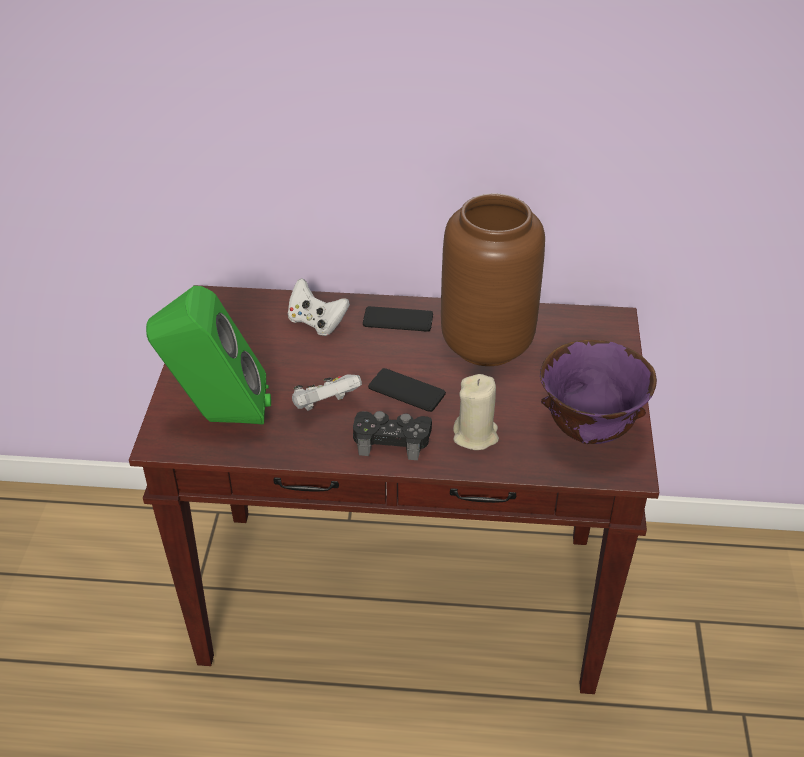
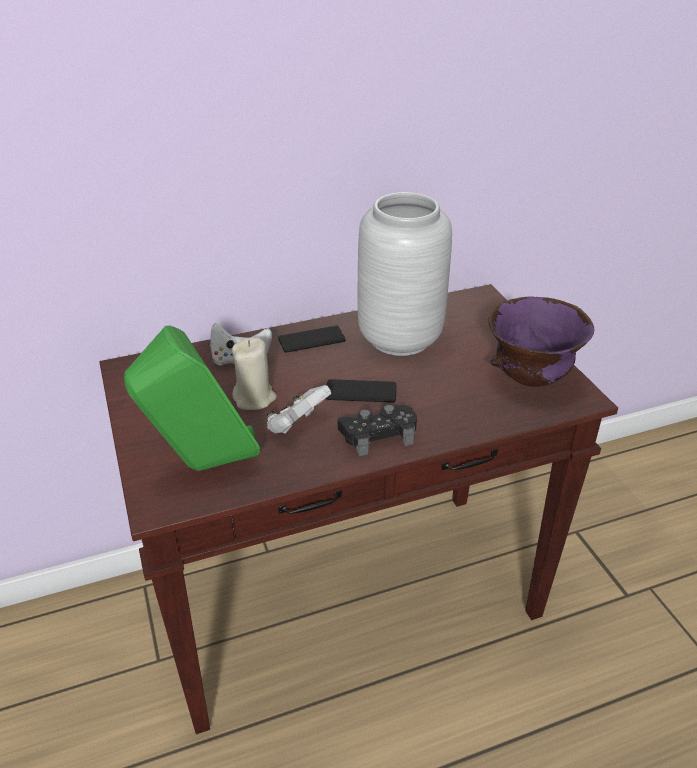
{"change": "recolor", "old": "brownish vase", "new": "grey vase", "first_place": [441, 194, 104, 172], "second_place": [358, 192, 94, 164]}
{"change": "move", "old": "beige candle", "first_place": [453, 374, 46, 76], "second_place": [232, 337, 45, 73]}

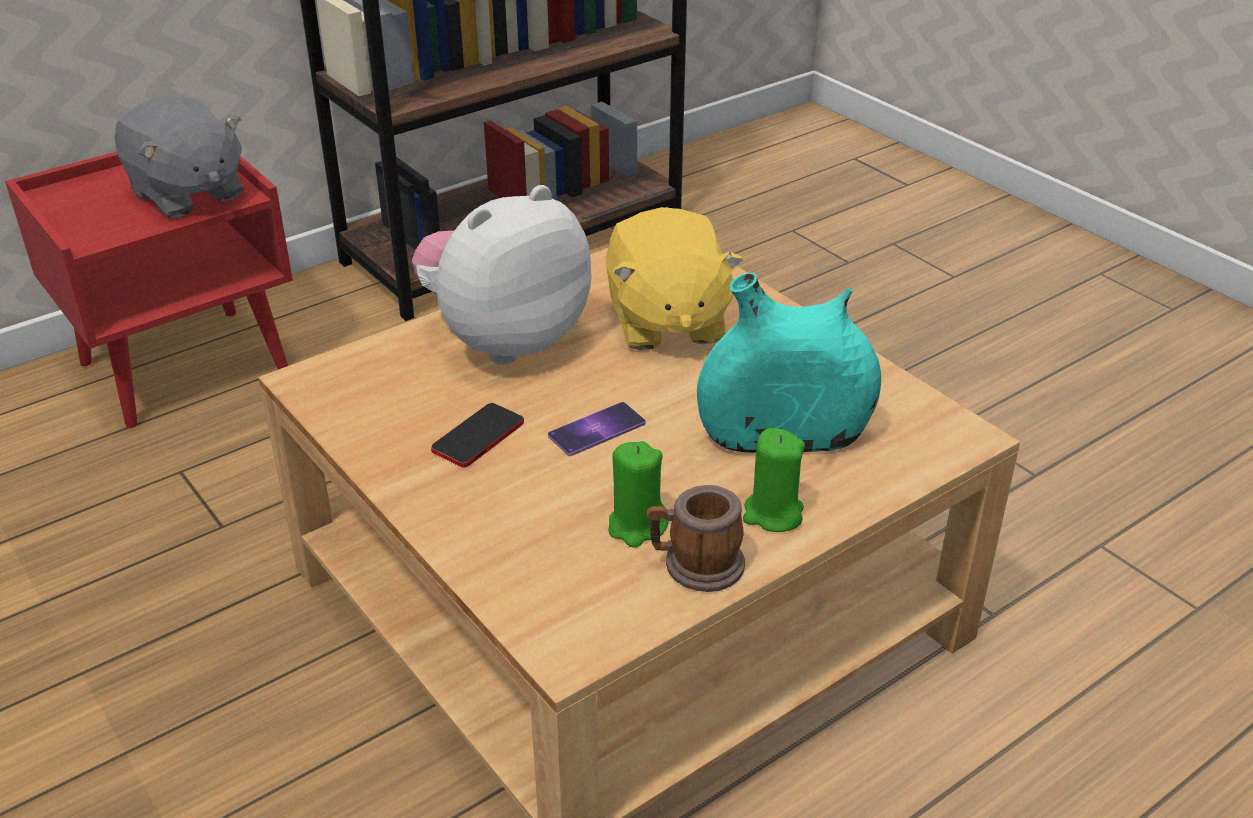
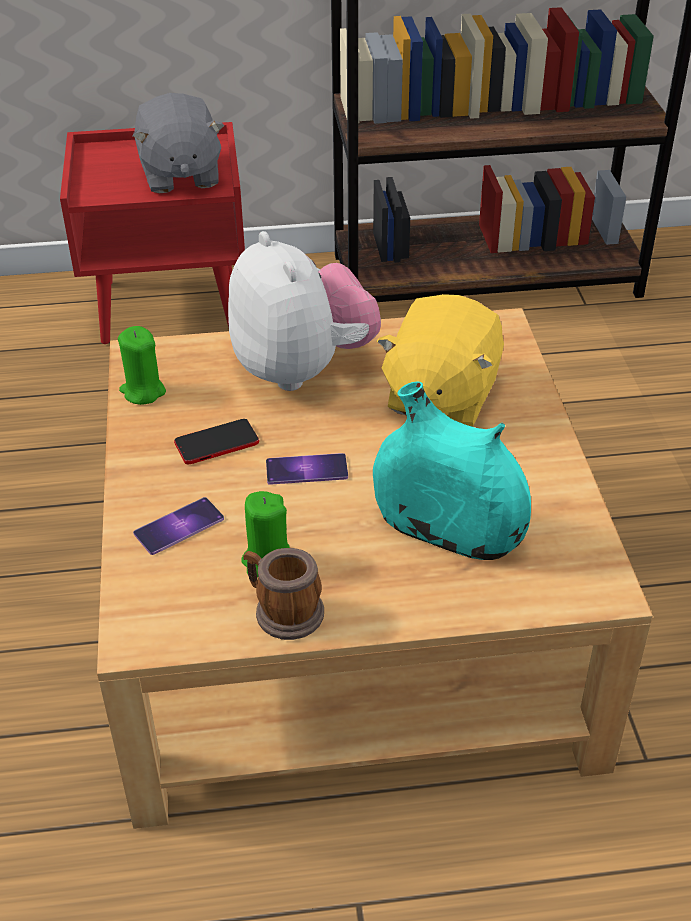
{"change": "rotate", "old": "cuddly toy", "first_place": [412, 185, 179, 180], "second_place": [228, 231, 153, 160], "degrees": 75}
{"change": "move", "old": "green candle", "first_place": [743, 428, 62, 104], "second_place": [118, 326, 48, 79]}
{"change": "insert", "new": "handset", "second_place": [133, 497, 91, 58]}

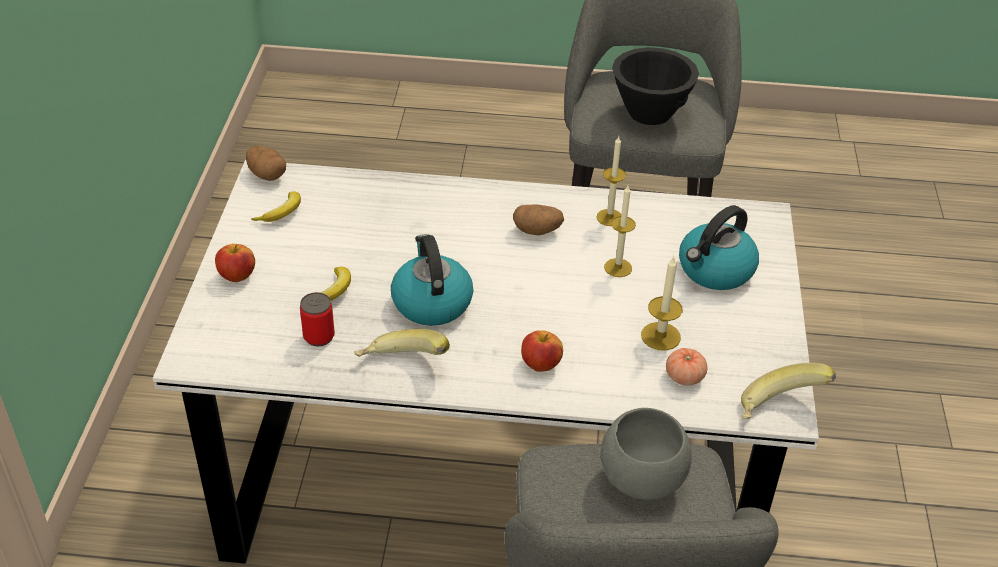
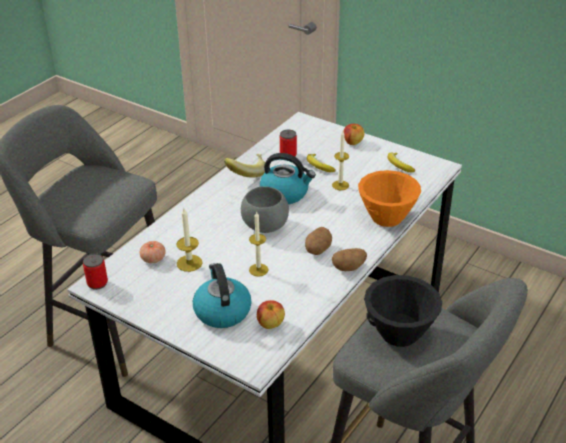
{"change": "move", "old": "candle", "first_place": [597, 137, 29, 89], "second_place": [332, 131, 17, 59]}
{"change": "move", "old": "potato", "first_place": [246, 146, 40, 35], "second_place": [332, 248, 35, 23]}
{"change": "move", "old": "apple", "first_place": [521, 330, 42, 42], "second_place": [257, 300, 28, 29]}
{"change": "replace", "old": "banana fruit", "new": "can", "first_place": [741, 363, 95, 56], "second_place": [83, 253, 25, 37]}
{"change": "move", "old": "grey bowl", "first_place": [601, 408, 91, 92], "second_place": [241, 186, 48, 47]}
{"change": "insert", "new": "orange-coloured bowl", "second_place": [358, 170, 63, 57]}

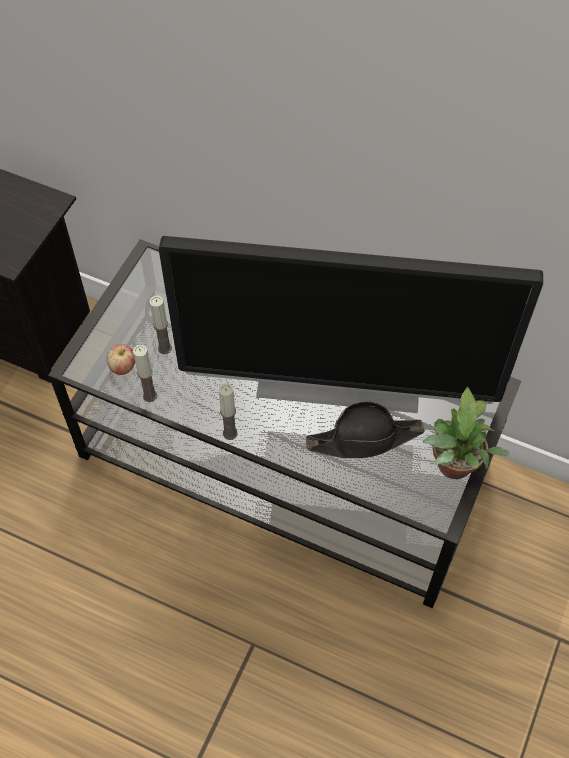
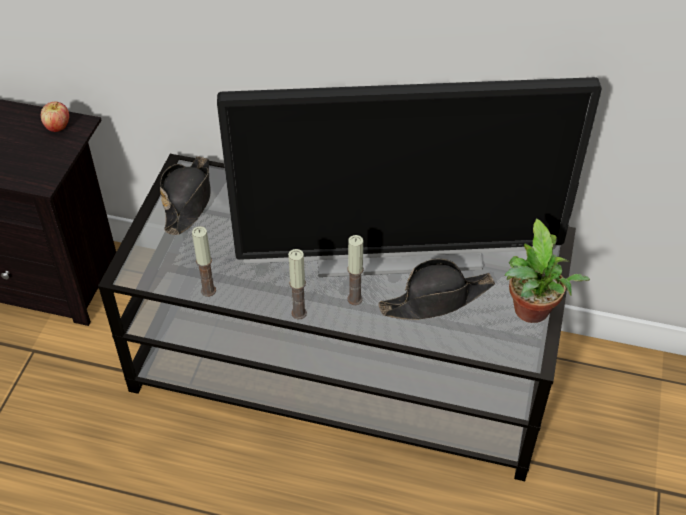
{"change": "move", "old": "candle", "first_place": [149, 295, 23, 59], "second_place": [347, 235, 17, 70]}
{"change": "move", "old": "apple", "first_place": [107, 344, 28, 31], "second_place": [41, 101, 28, 31]}
{"change": "insert", "new": "blackish clothing hat", "second_place": [160, 156, 51, 79]}

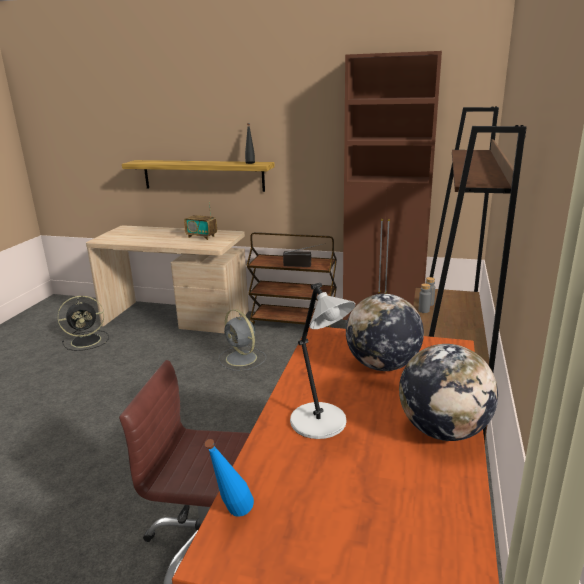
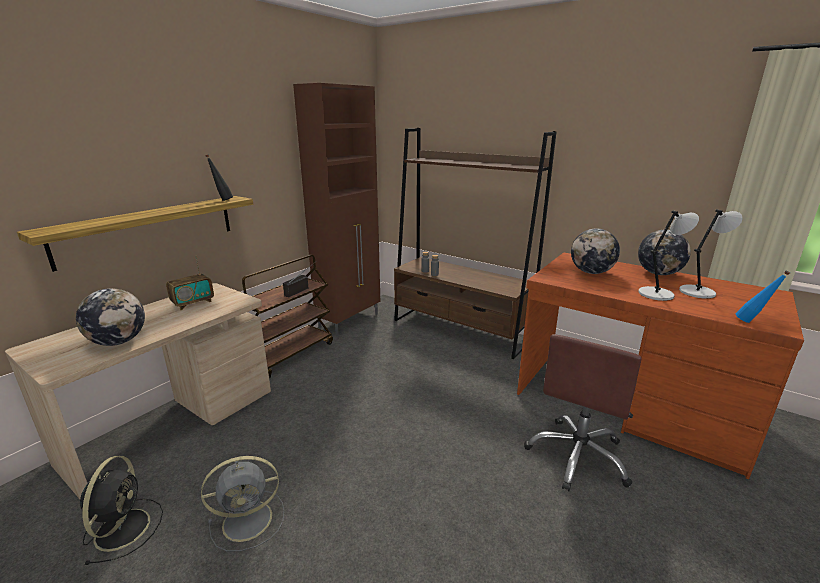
{"change": "move", "old": "grey fan", "first_place": [218, 309, 48, 62], "second_place": [201, 456, 83, 95]}
{"change": "insert", "new": "grey table lamp", "second_place": [679, 209, 64, 90]}
{"change": "insert", "new": "globe", "second_place": [76, 288, 69, 58]}

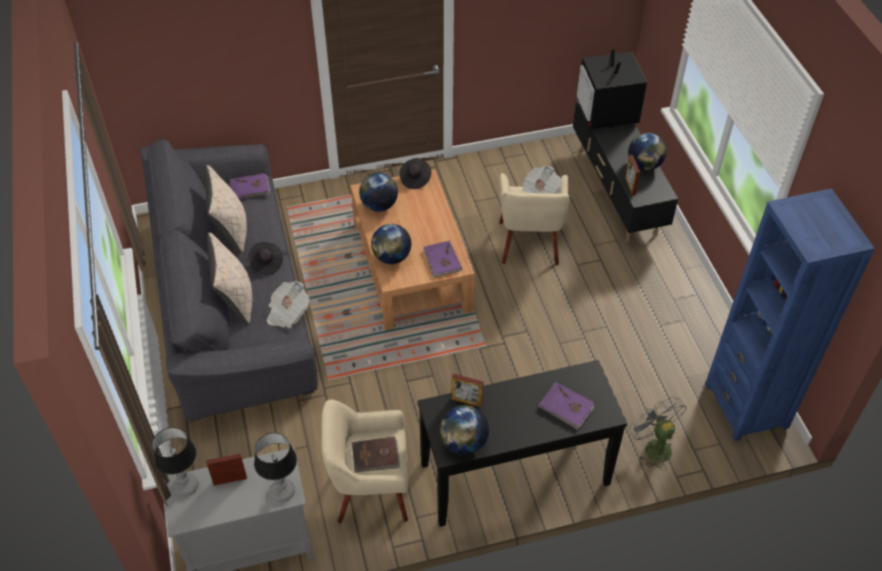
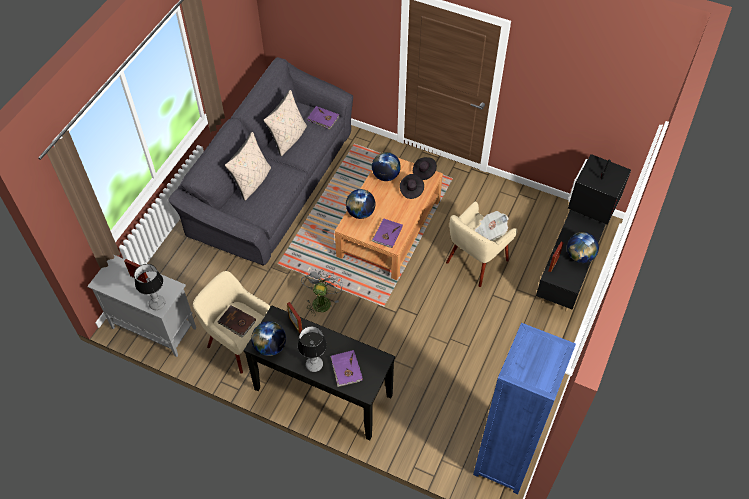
{"change": "move", "old": "blackish clothing hat", "first_place": [249, 242, 34, 33], "second_place": [400, 174, 24, 25]}
{"change": "delete", "old": "daily paper", "first_place": [267, 281, 42, 48]}
{"change": "move", "old": "grey fan", "first_place": [629, 396, 58, 74], "second_place": [301, 269, 42, 47]}
{"change": "move", "old": "table lamp", "first_place": [152, 427, 47, 69], "second_place": [297, 326, 30, 46]}

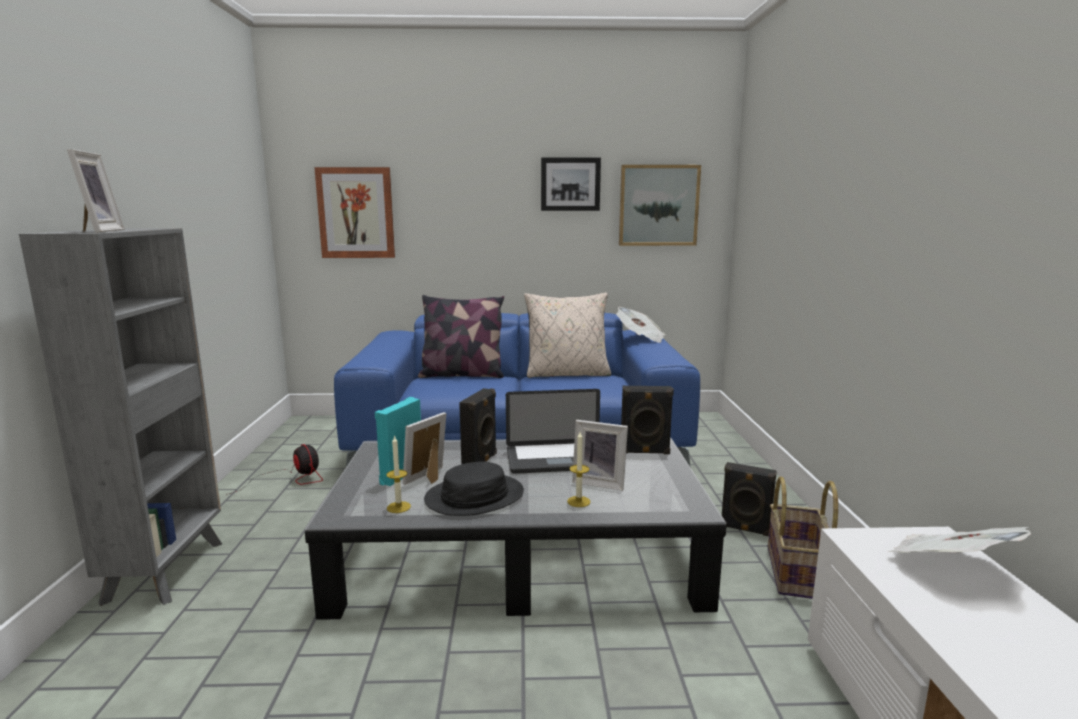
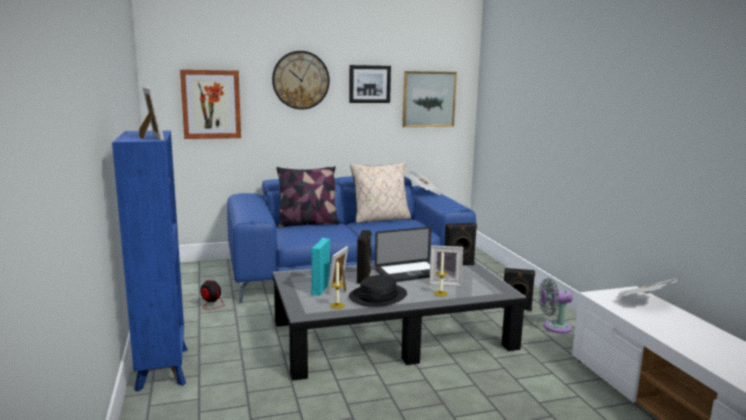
{"change": "recolor", "old": "grey bookcase", "new": "blue bookcase", "first_place": [19, 228, 203, 378], "second_place": [112, 131, 76, 261]}
{"change": "replace", "old": "storage basket", "new": "grey fan", "first_place": [767, 476, 71, 123], "second_place": [539, 278, 34, 55]}
{"change": "insert", "new": "clock on the wall", "second_place": [272, 51, 58, 59]}

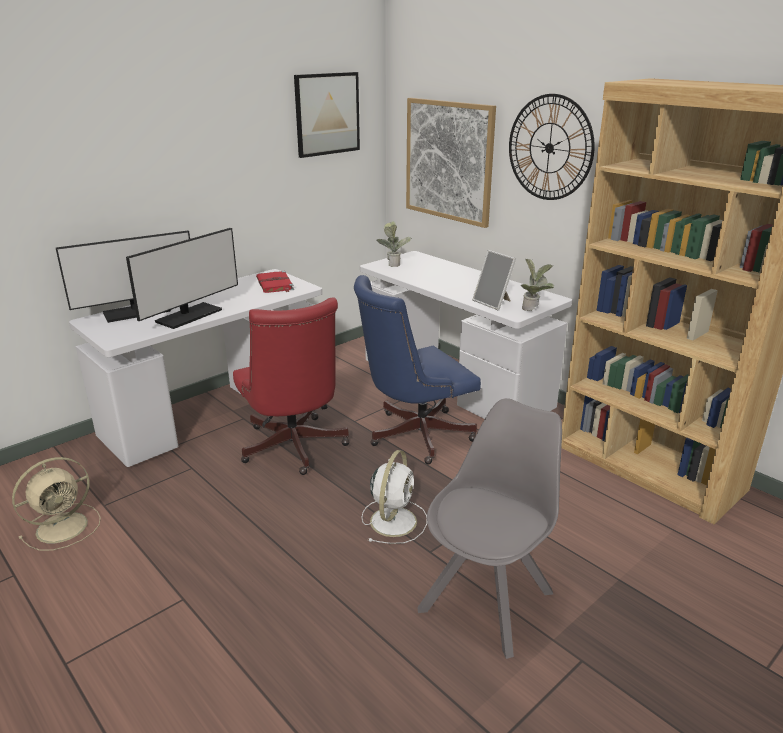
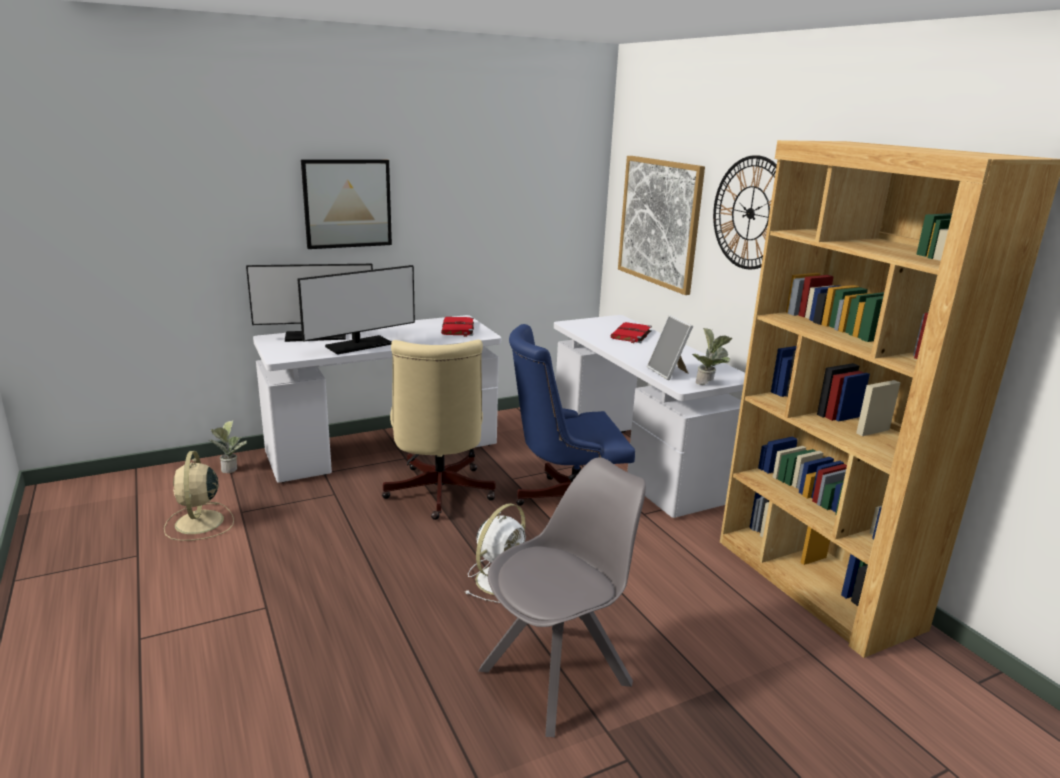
{"change": "move", "old": "picture", "first_place": [294, 72, 66, 86], "second_place": [301, 160, 91, 89]}
{"change": "move", "old": "plant in a pot", "first_place": [376, 221, 35, 46], "second_place": [209, 421, 38, 52]}
{"change": "recolor", "old": "red office chair", "new": "beige office chair", "first_place": [233, 297, 117, 178], "second_place": [382, 340, 114, 180]}
{"change": "rotate", "old": "beige fan", "first_place": [12, 457, 89, 94], "second_place": [164, 451, 70, 90], "degrees": 105}
{"change": "insert", "new": "red book", "second_place": [610, 322, 42, 22]}

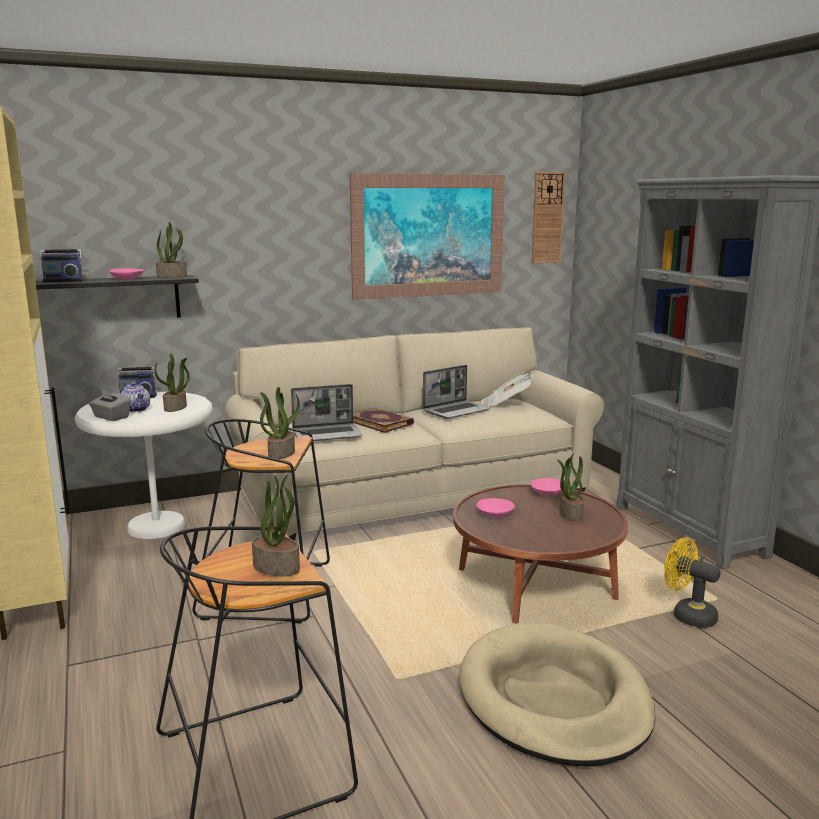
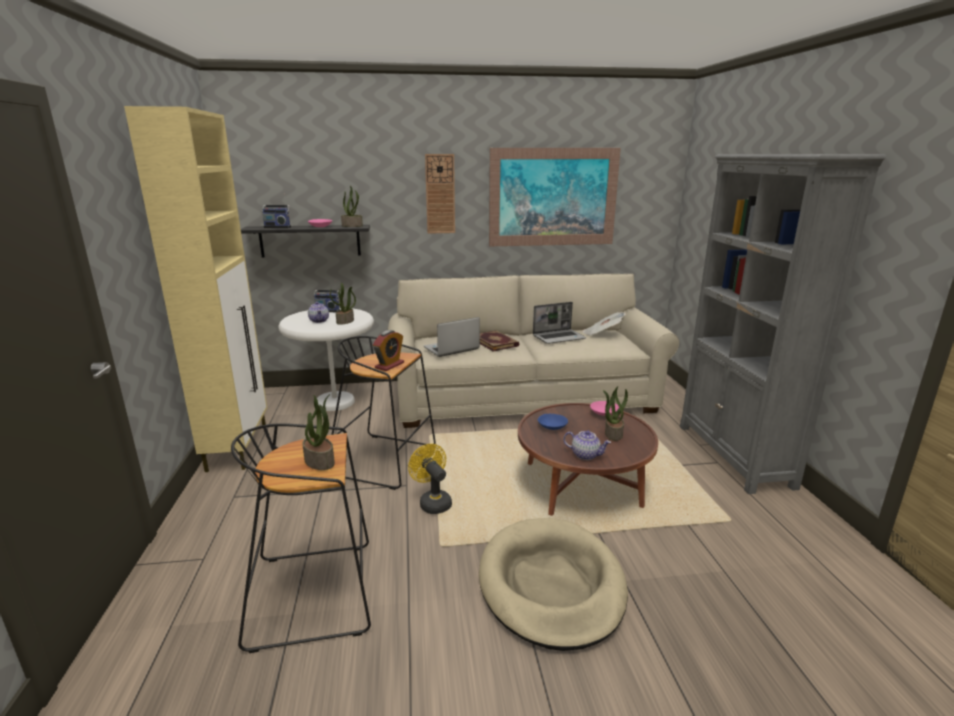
{"change": "move", "old": "clock on the wall", "first_place": [532, 172, 34, 91], "second_place": [425, 154, 30, 80]}
{"change": "rotate", "old": "laptop", "first_place": [291, 384, 72, 57], "second_place": [424, 317, 56, 40], "degrees": 150}
{"change": "replace", "old": "plant in a pot", "new": "table clock", "first_place": [260, 387, 40, 72], "second_place": [373, 330, 31, 41]}
{"change": "delete", "old": "grey tissue holder", "first_place": [89, 389, 42, 32]}
{"change": "recolor", "old": "pink bowl", "new": "blue bowl", "first_place": [476, 498, 39, 19], "second_place": [538, 414, 30, 16]}
{"change": "move", "old": "yellowish fan", "first_place": [664, 538, 57, 90], "second_place": [408, 444, 44, 70]}
{"change": "insert", "new": "pot for tea", "second_place": [563, 430, 48, 30]}

